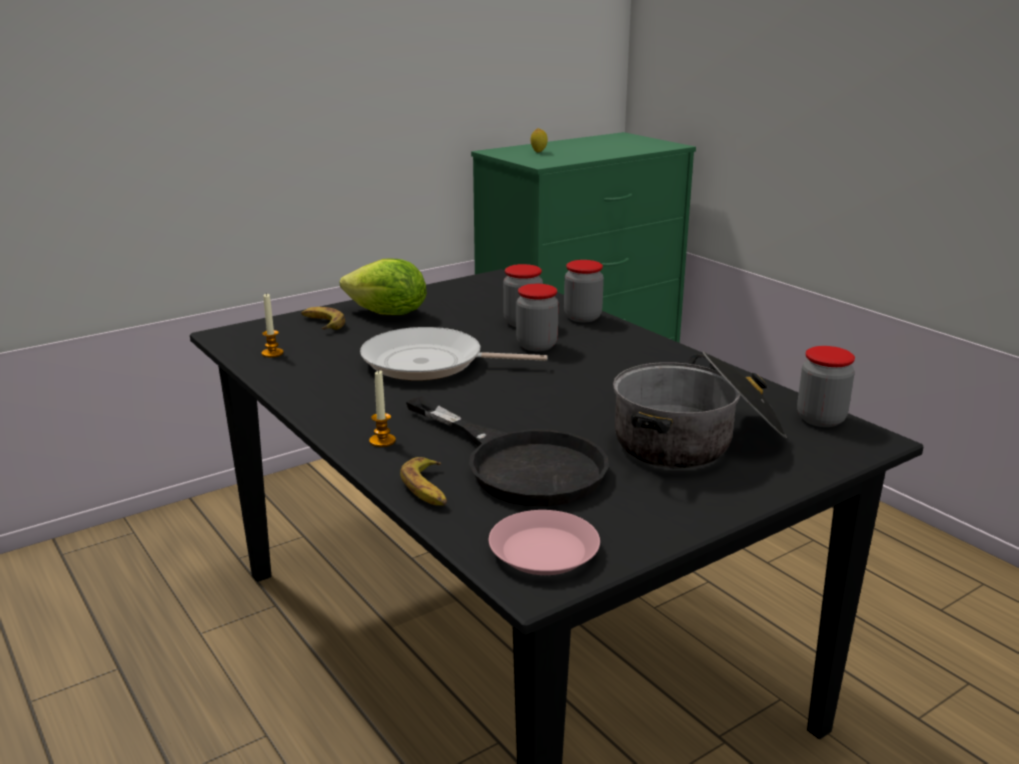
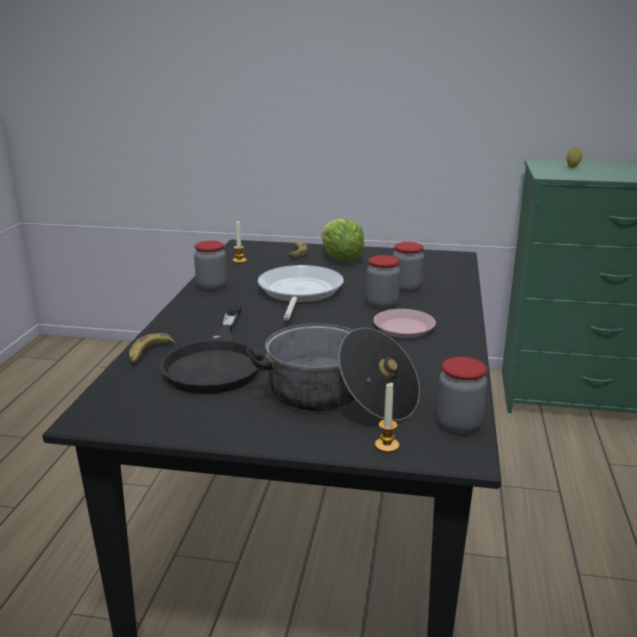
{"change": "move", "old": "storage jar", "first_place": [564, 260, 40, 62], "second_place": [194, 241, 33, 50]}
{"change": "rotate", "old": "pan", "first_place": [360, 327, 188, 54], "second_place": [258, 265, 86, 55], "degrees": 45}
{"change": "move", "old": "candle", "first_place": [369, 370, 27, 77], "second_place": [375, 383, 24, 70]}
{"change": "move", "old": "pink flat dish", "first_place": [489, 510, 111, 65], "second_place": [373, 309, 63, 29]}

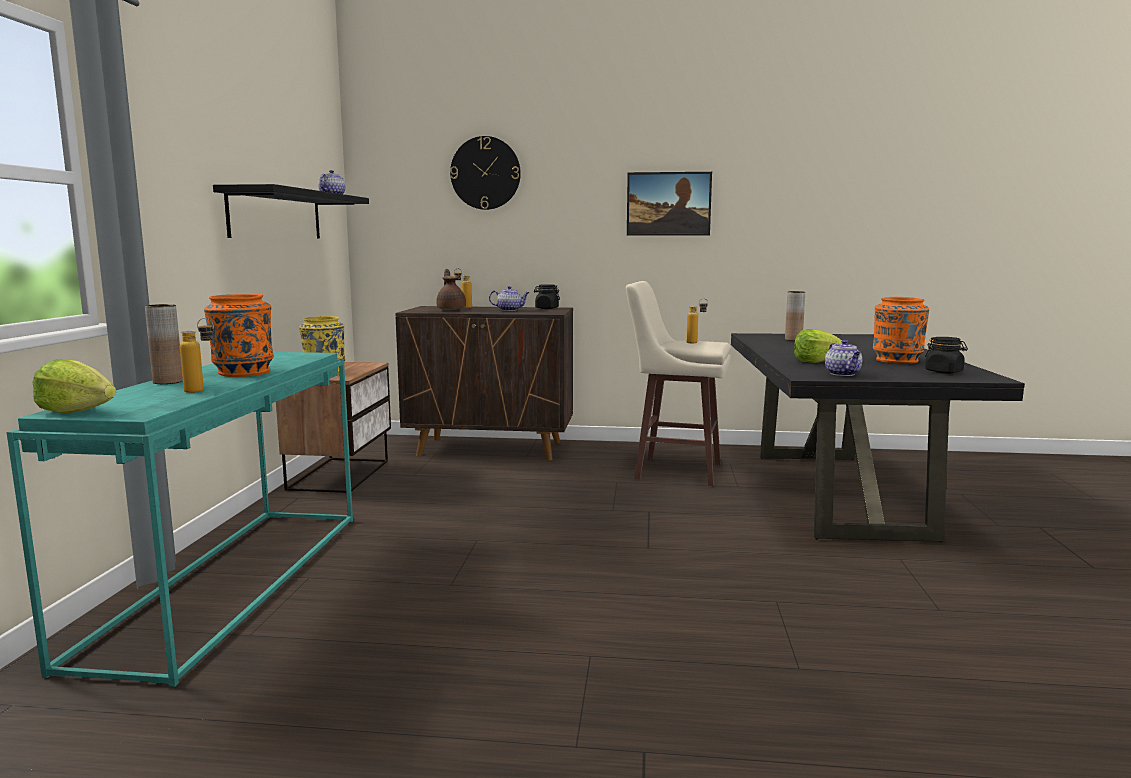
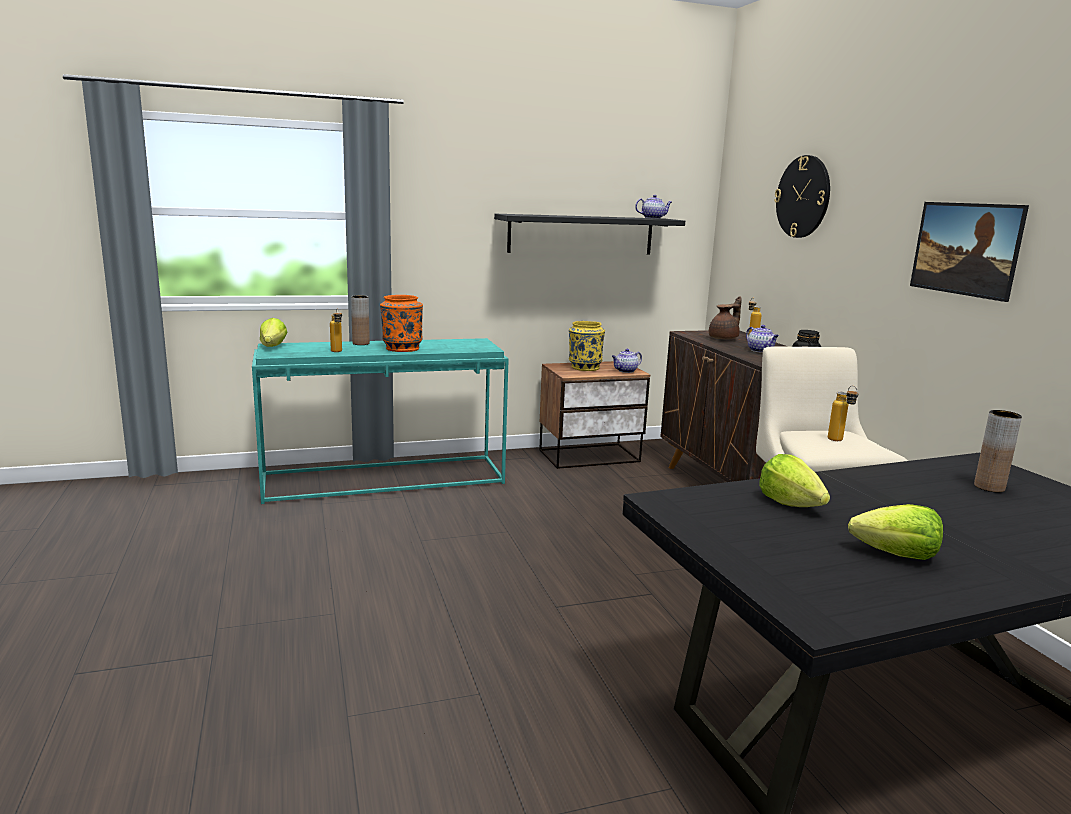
{"change": "replace", "old": "orange-coloured vase", "new": "lettuce", "first_place": [873, 297, 56, 67], "second_place": [848, 504, 95, 56]}
{"change": "delete", "old": "blackish storage jar", "first_place": [925, 337, 43, 37]}
{"change": "move", "old": "pot for tea", "first_place": [825, 340, 37, 36], "second_place": [612, 349, 30, 24]}

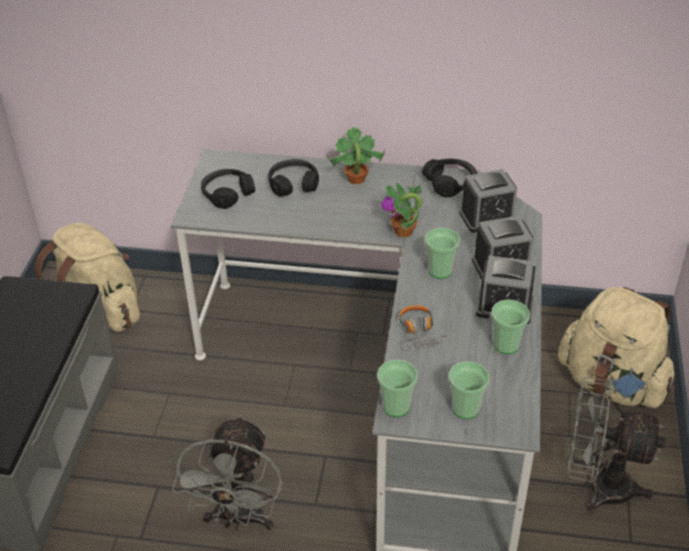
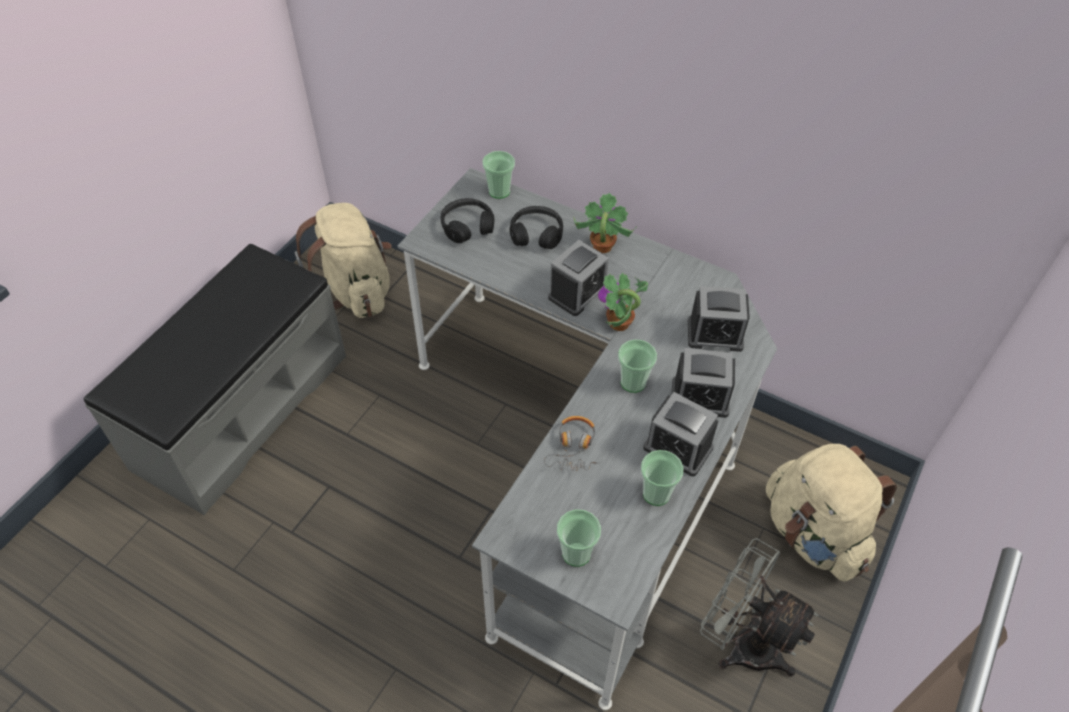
{"change": "delete", "old": "blackish headset", "first_place": [422, 159, 55, 38]}
{"change": "move", "old": "cup", "first_place": [377, 360, 41, 57], "second_place": [483, 151, 32, 48]}
{"change": "delete", "old": "grey fan", "first_place": [172, 415, 111, 115]}
{"change": "insert", "new": "table clock", "second_place": [548, 240, 61, 76]}

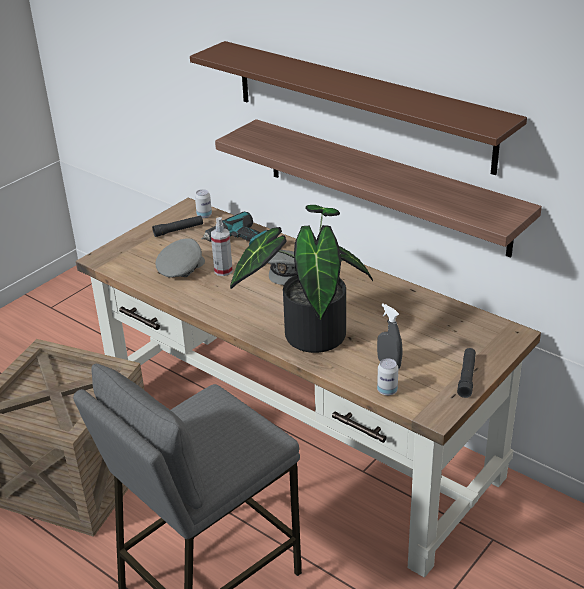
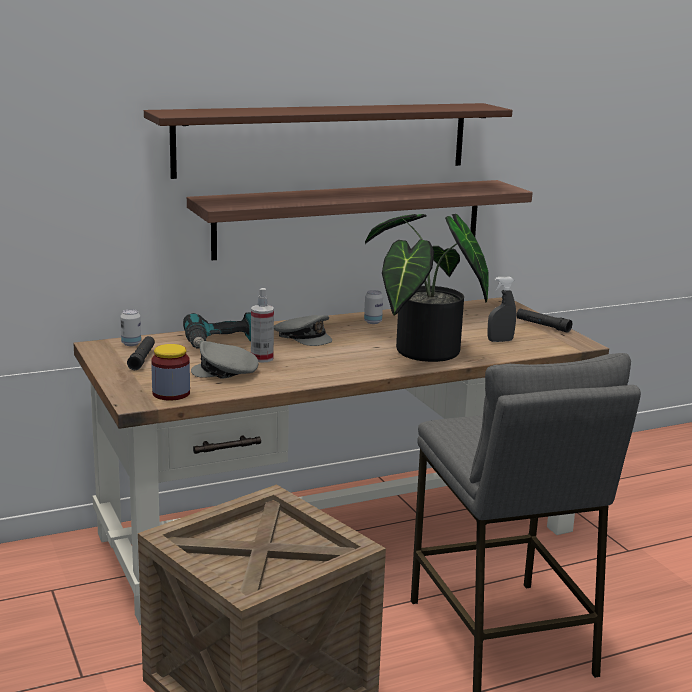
{"change": "rotate", "old": "grey baseball cap", "first_place": [155, 238, 50, 40], "second_place": [191, 341, 68, 38], "degrees": -60}
{"change": "move", "old": "can", "first_place": [377, 359, 21, 37], "second_place": [364, 290, 19, 34]}
{"change": "insert", "new": "storage jar", "second_place": [151, 344, 39, 57]}

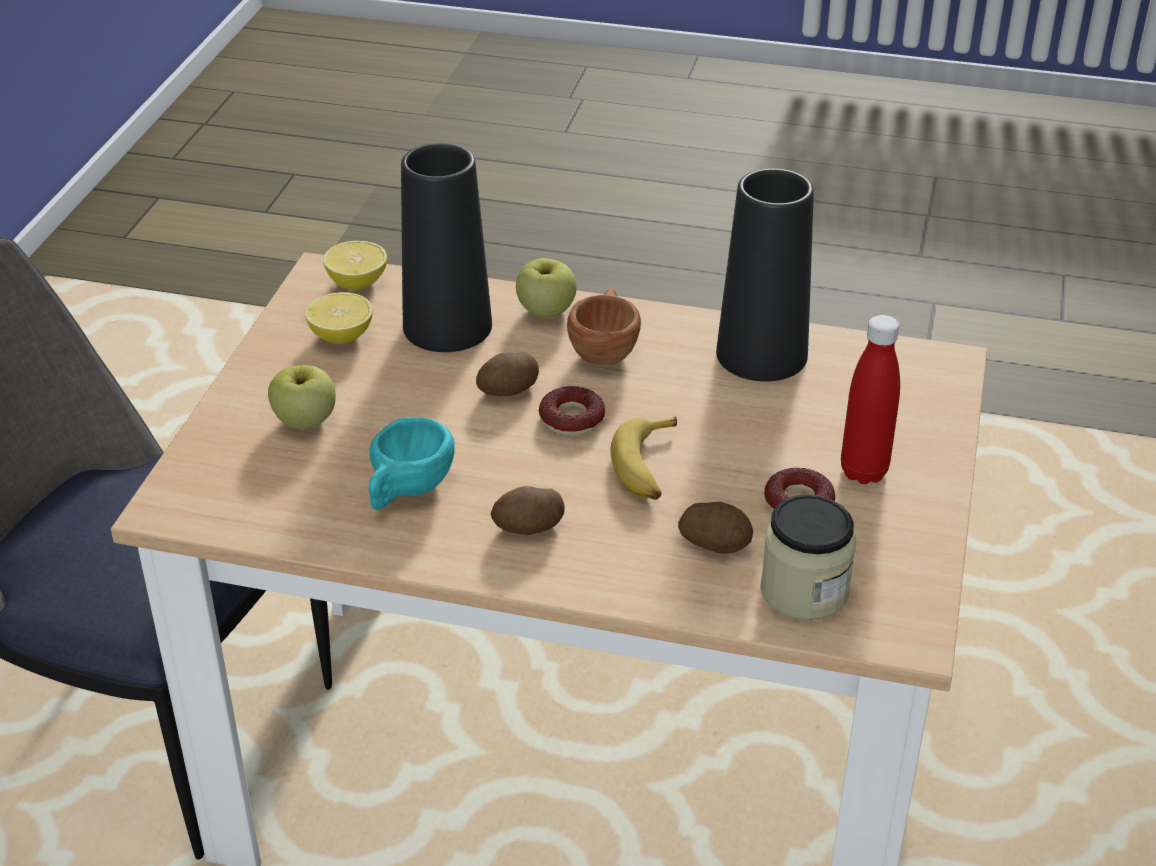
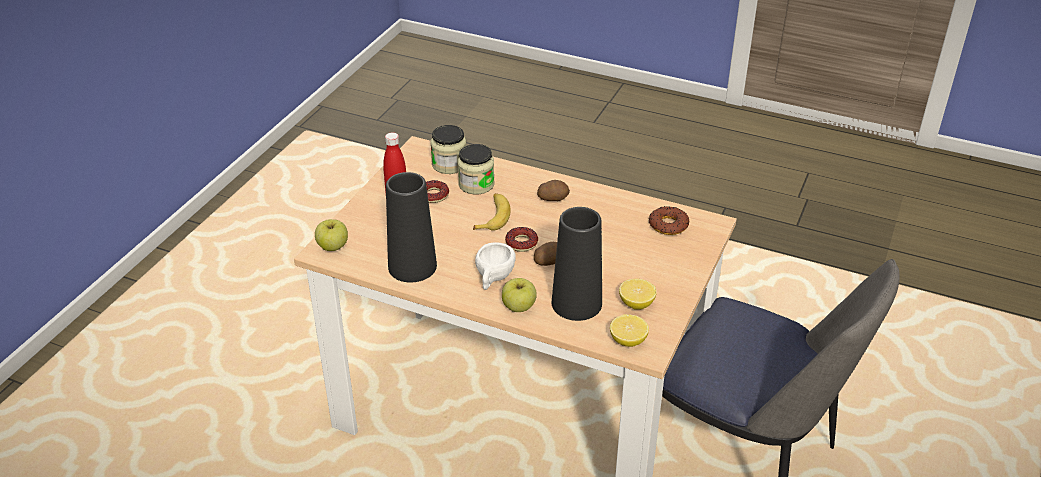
{"change": "recolor", "old": "brownish cup", "new": "white-coloured cup", "first_place": [567, 288, 74, 77], "second_place": [475, 242, 41, 48]}
{"change": "move", "old": "apple", "first_place": [268, 365, 68, 64], "second_place": [315, 219, 33, 32]}
{"change": "delete", "old": "turquoise cup", "first_place": [368, 417, 87, 93]}
{"change": "replace", "old": "potato", "new": "storage jar", "first_place": [678, 502, 75, 52], "second_place": [458, 144, 36, 50]}
{"change": "insert", "new": "ring doughnut", "second_place": [649, 206, 40, 29]}

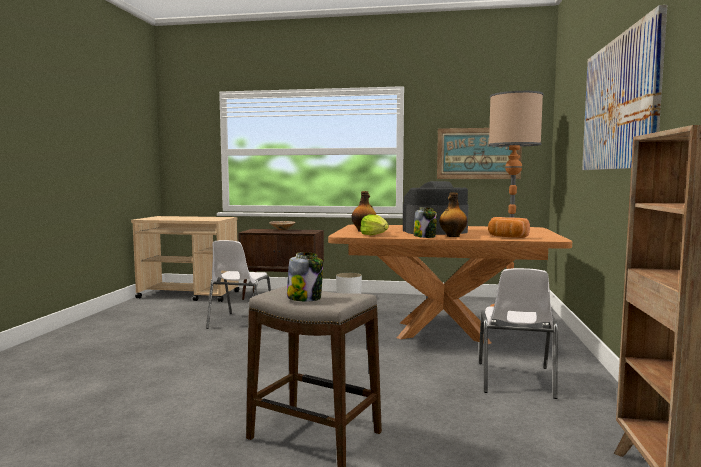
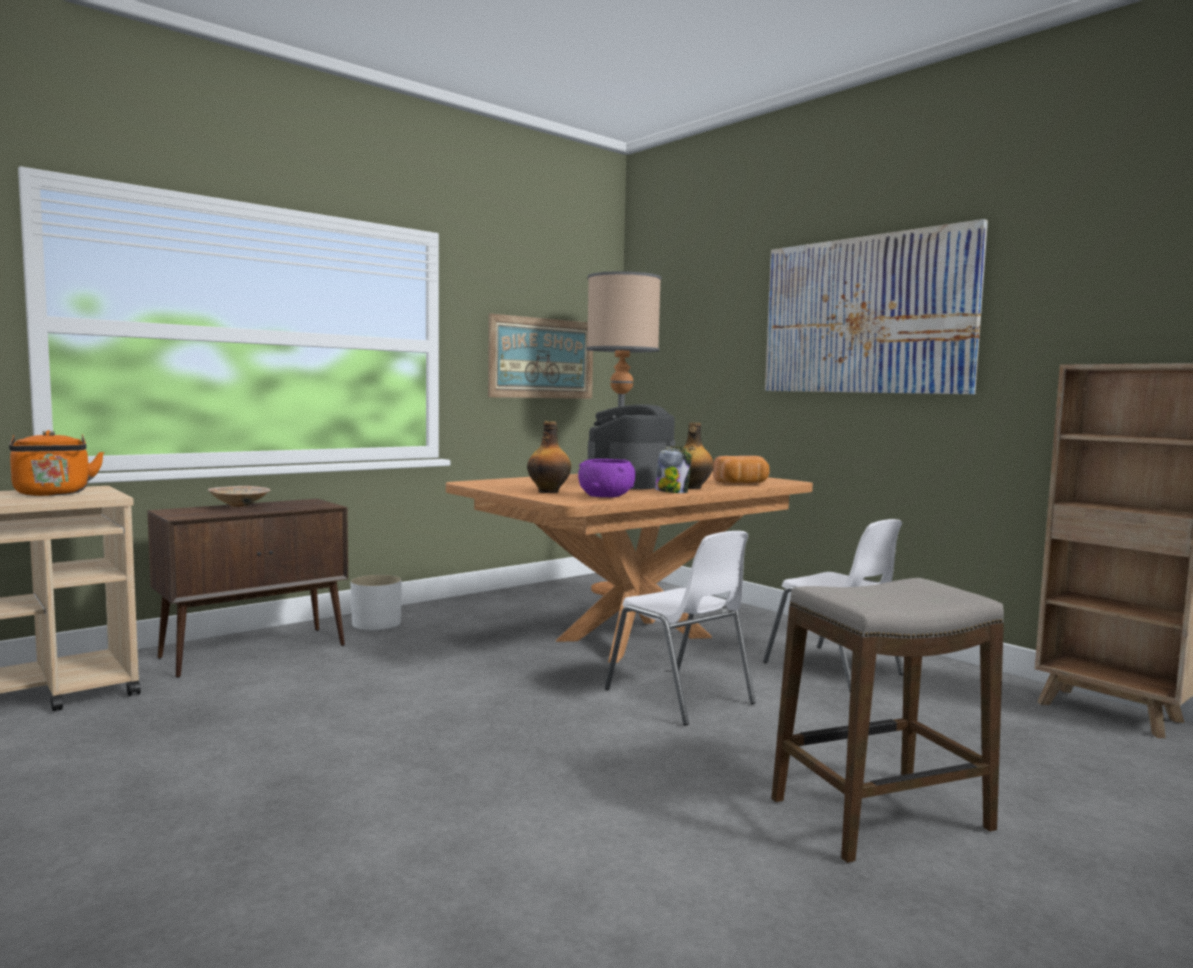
{"change": "replace", "old": "lettuce", "new": "purplish bowl", "first_place": [360, 214, 29, 21], "second_place": [578, 459, 57, 38]}
{"change": "move", "old": "white-coloured upright chair", "first_place": [206, 240, 65, 89], "second_place": [605, 531, 151, 194]}
{"change": "delete", "old": "storage jar", "first_place": [287, 252, 36, 49]}
{"change": "insert", "new": "orange-coloured kettle", "second_place": [9, 430, 95, 66]}

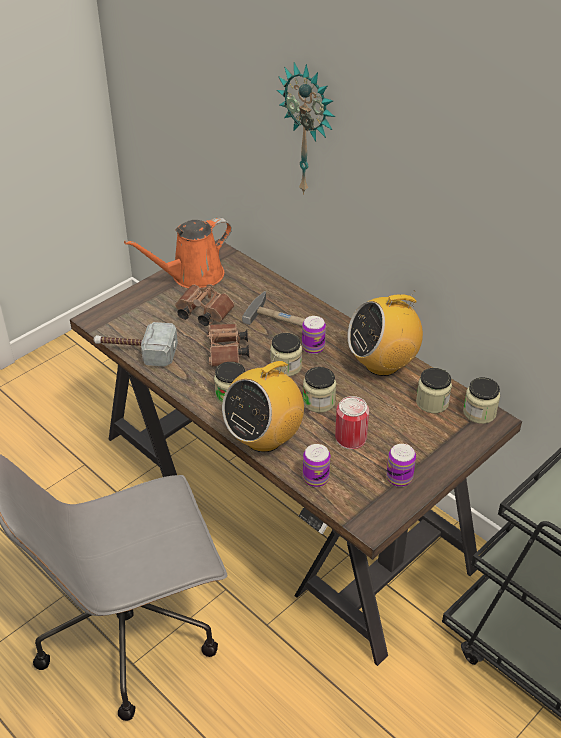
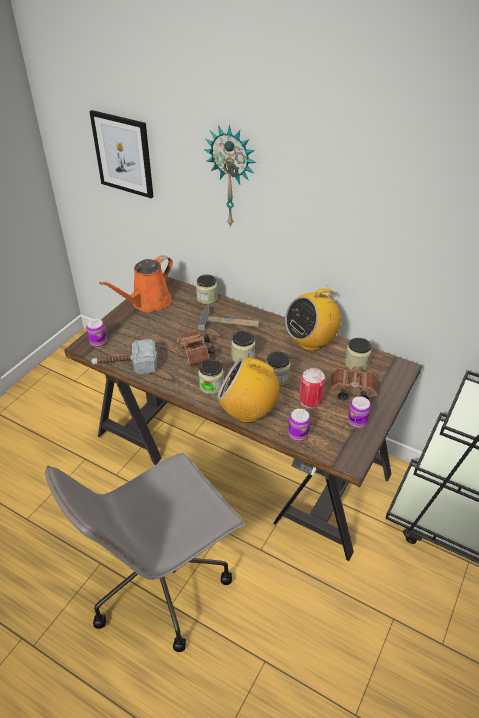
{"change": "move", "old": "brownish pair of binoculars", "first_place": [175, 284, 59, 42], "second_place": [331, 366, 47, 34]}
{"change": "move", "old": "can", "first_place": [302, 316, 24, 38], "second_place": [86, 319, 21, 29]}
{"change": "rotate", "old": "radio receiver", "first_place": [222, 353, 82, 99], "second_place": [217, 358, 68, 65], "degrees": 75}
{"change": "move", "old": "storage jar", "first_place": [463, 377, 37, 47], "second_place": [196, 275, 22, 29]}
{"change": "insert", "new": "picture", "second_place": [89, 110, 64, 88]}

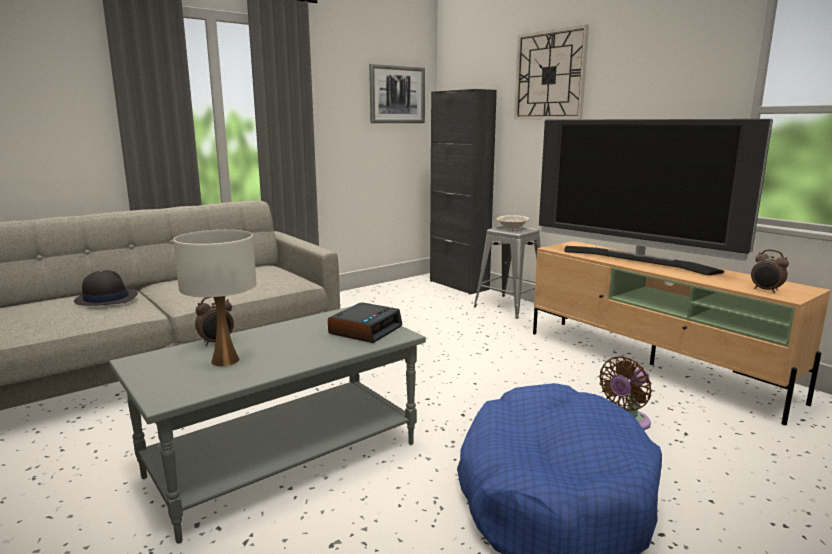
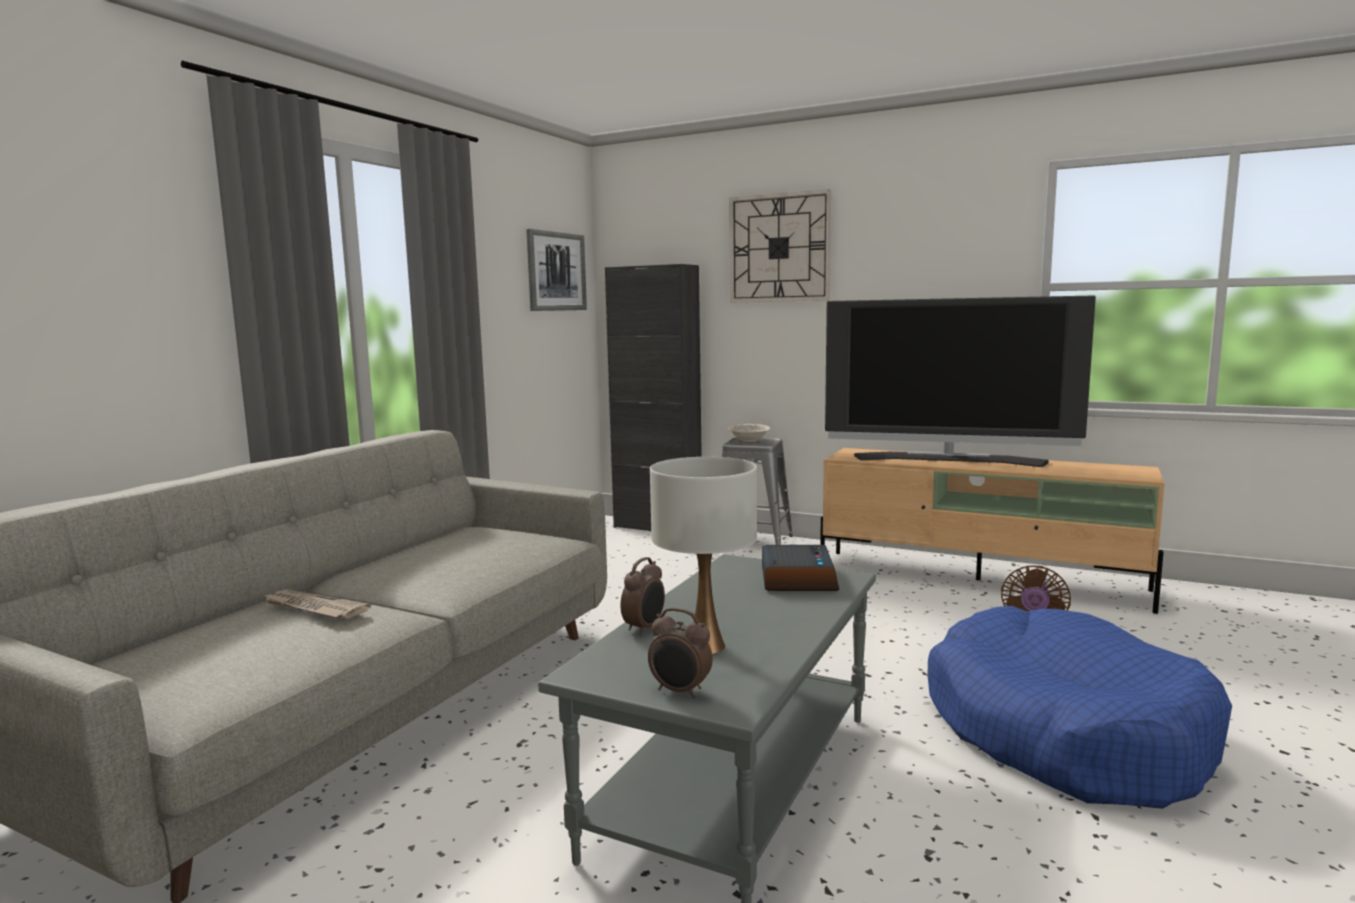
{"change": "move", "old": "table clock", "first_place": [751, 249, 38, 44], "second_place": [648, 607, 65, 91]}
{"change": "replace", "old": "blackish clothing hat", "new": "daily paper", "first_place": [74, 270, 64, 36], "second_place": [262, 589, 109, 30]}

